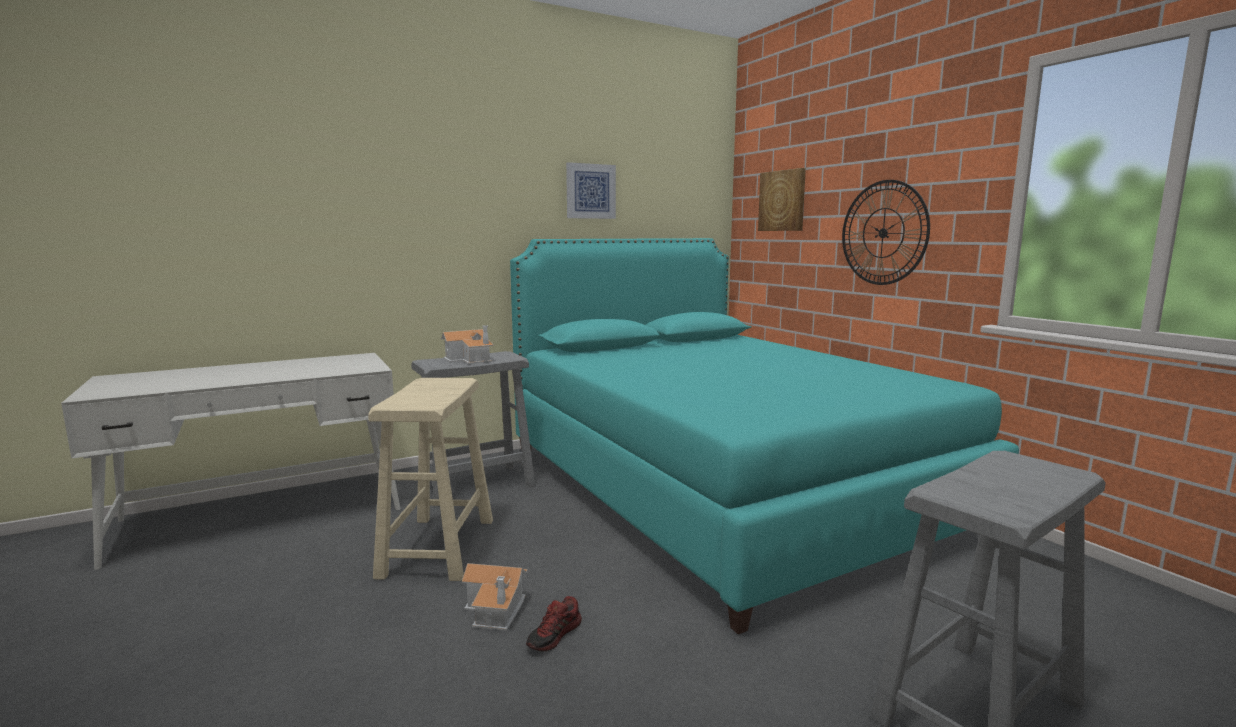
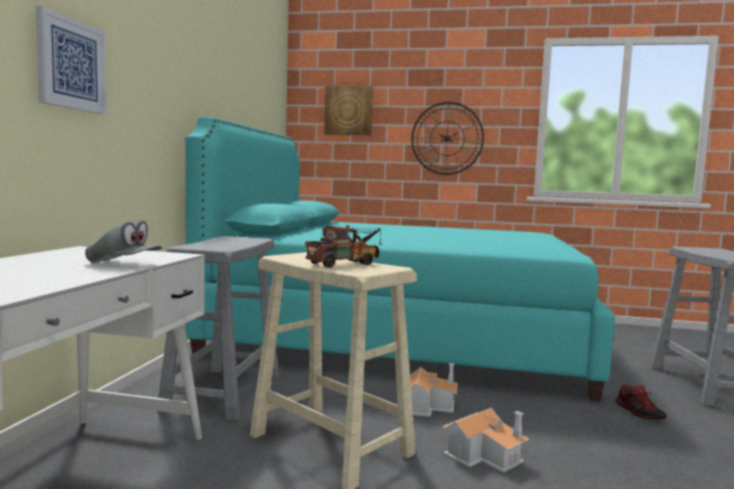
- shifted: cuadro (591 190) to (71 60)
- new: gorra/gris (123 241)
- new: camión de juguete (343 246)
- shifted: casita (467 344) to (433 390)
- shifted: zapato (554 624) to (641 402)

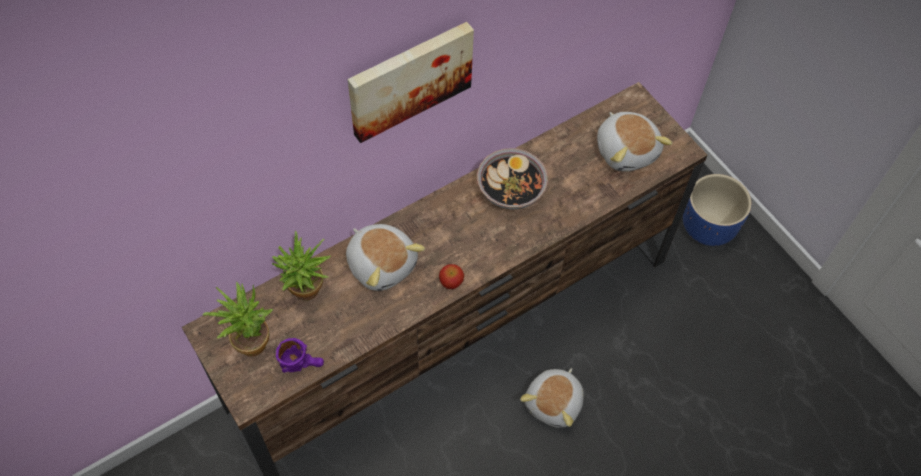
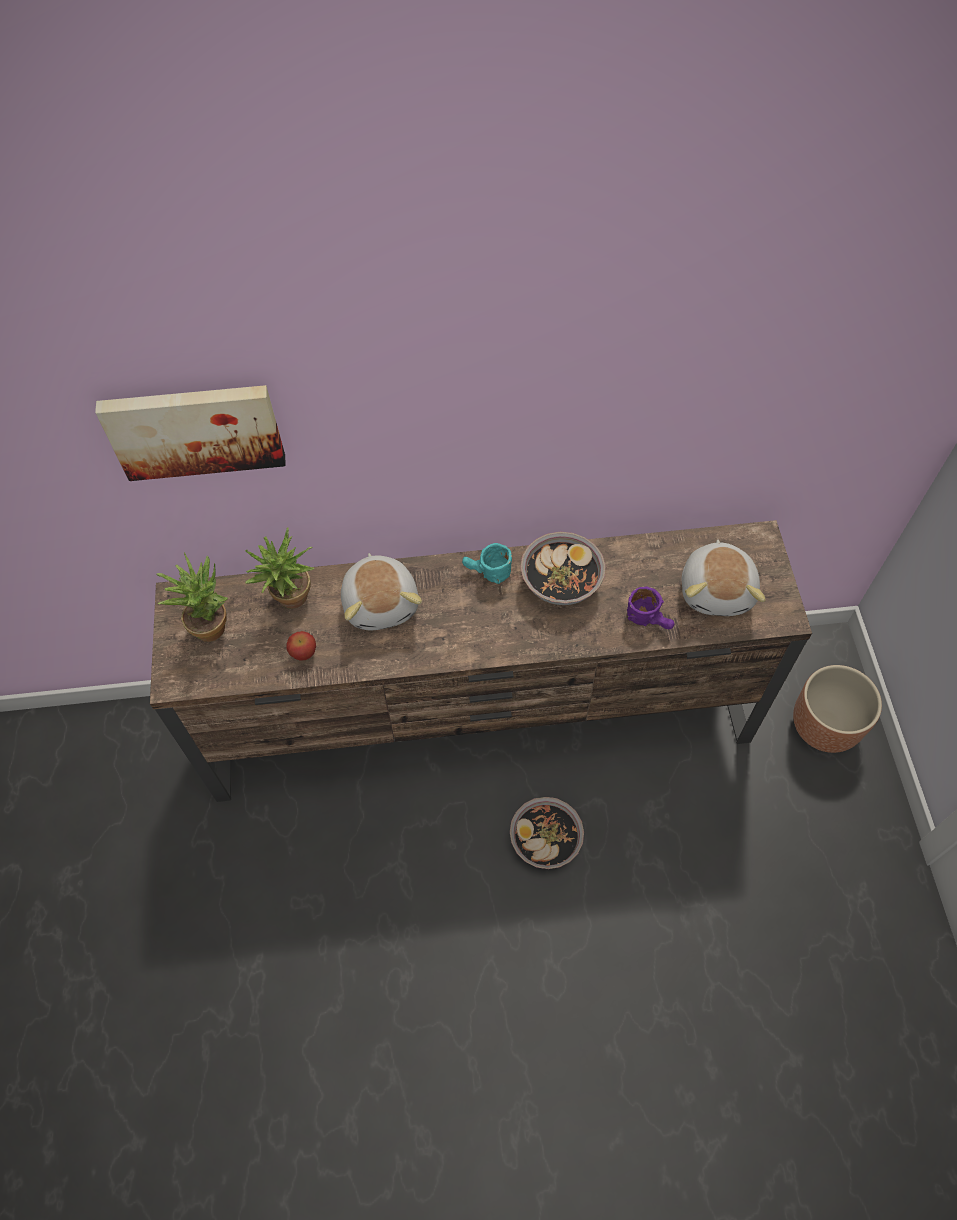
- shifted: cuadro (411 82) to (190 433)
- shifted: manzana (451 276) to (301 646)
- new: taza grande/turquesa (487 563)
- swapped: peluche (552 398) to cuenco (547 833)
- shifted: taza grande/morado (300 355) to (651 608)
- repainted: maceta/azul (717 210) to maceta/marrón (837 709)

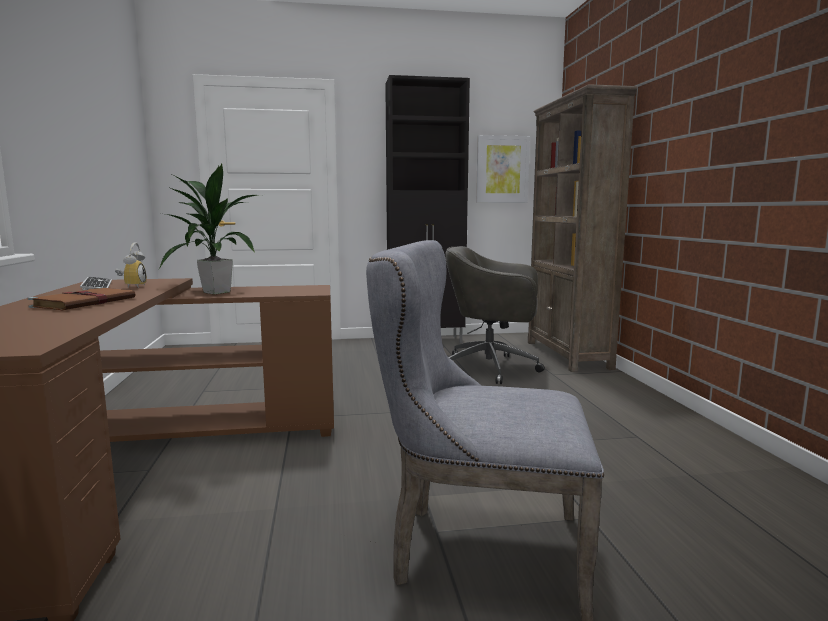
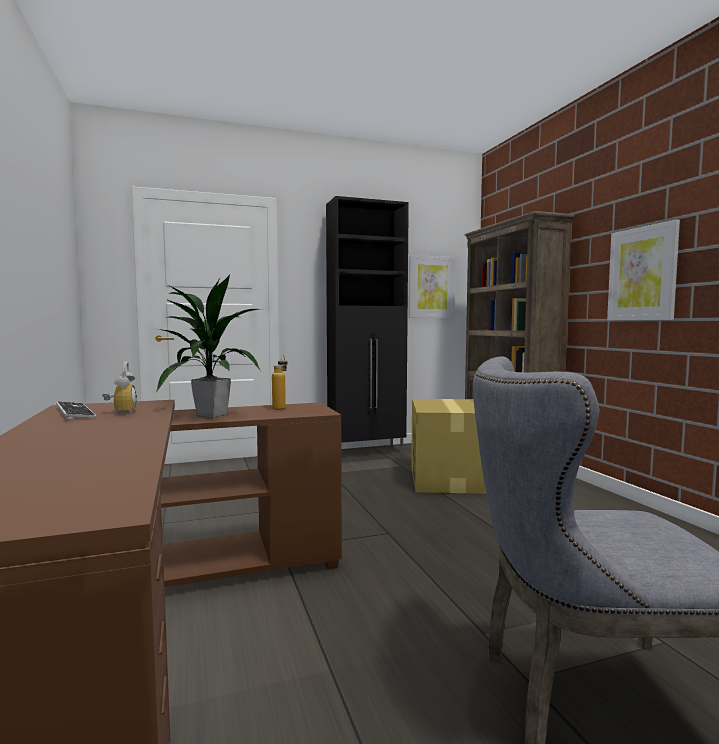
- new: botella (279 382)
- swapped: silla de oficina/gris (495 315) to caja de cartón (449 446)
- new: cuadro (643 270)
- gone: libro/marrón (82 298)

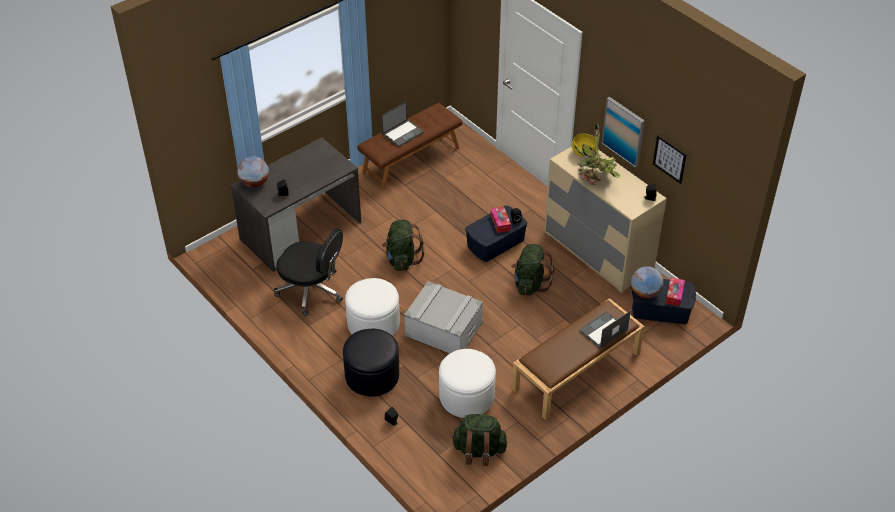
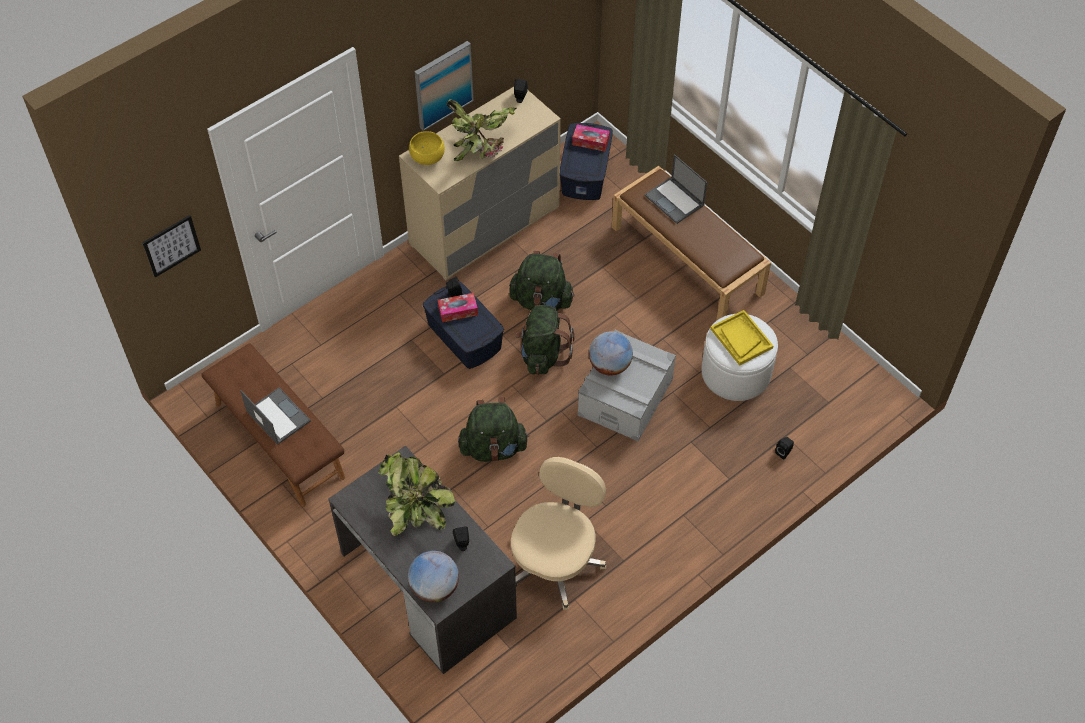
- shifted: cuadro (670 159) to (171 246)
- new: planta en maceta (416 494)
- repainted: silla de oficina/negro (308 272) to silla de oficina/beis (558 533)
- shifted: mochila/verde (479 440) to (545 340)
- shifted: globo terráqueo (647 282) to (611 353)
- new: bandeja/amarillo (741 338)
- gone: puf/negro (371 362)
- gone: puf/blanco (372 307)

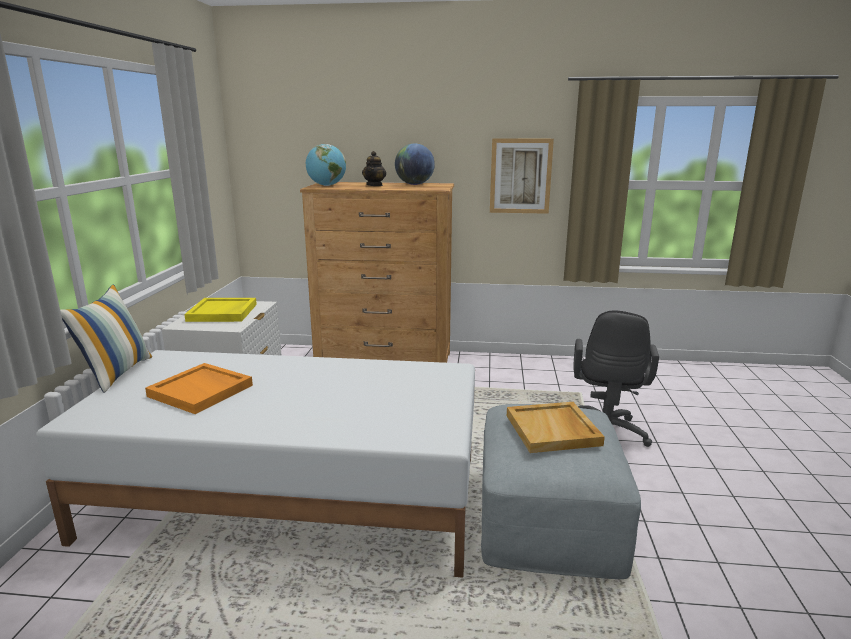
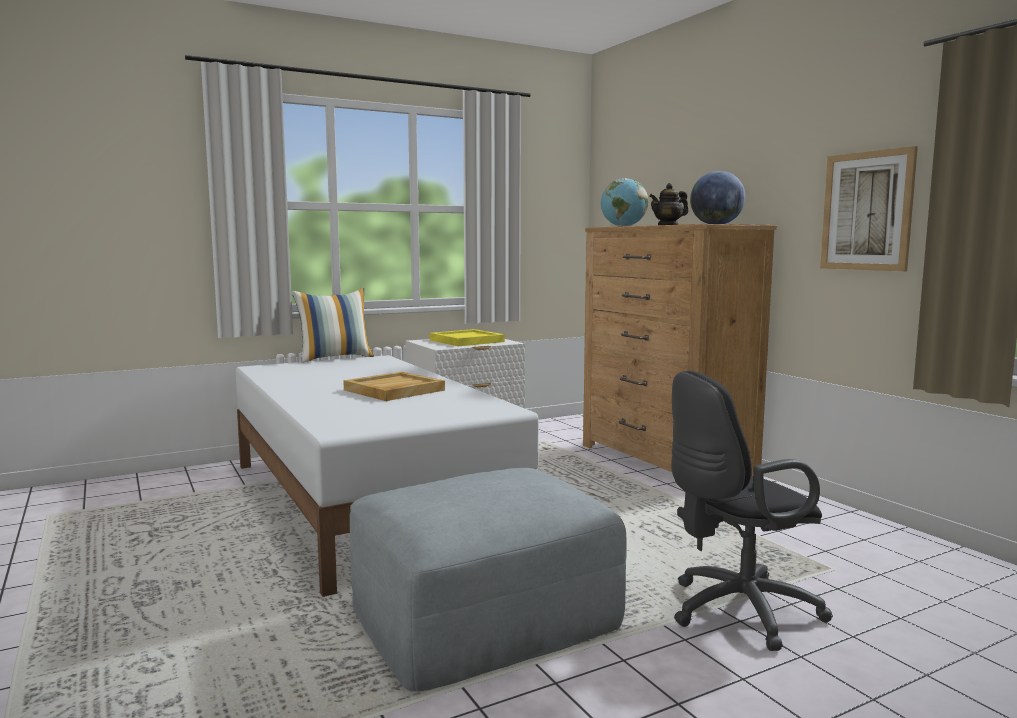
- shifted: bandeja/beis (556 427) to (394 386)
- gone: bandeja/naranja (199 388)

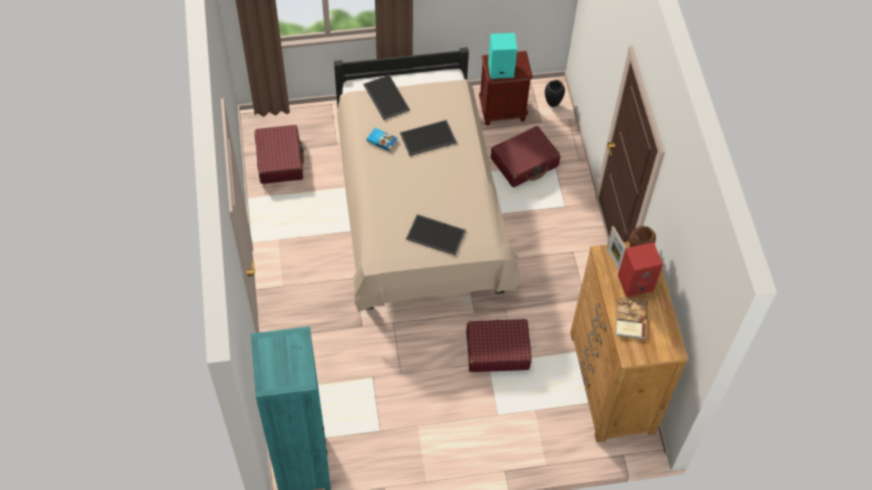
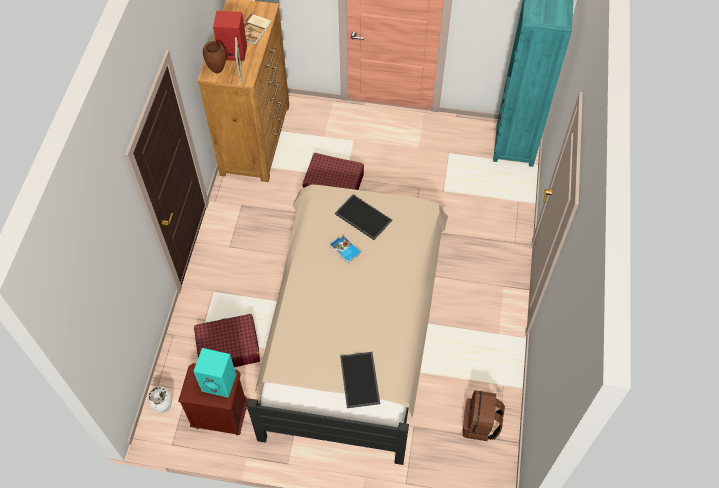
- repainted: florero/negro (555 93) to florero/blanco (160 400)
- shifted: libro (382 140) to (345 249)
- swapped: maleta/rojo (279 154) to mochila/marrón (484 415)
- gone: bandeja (428 138)

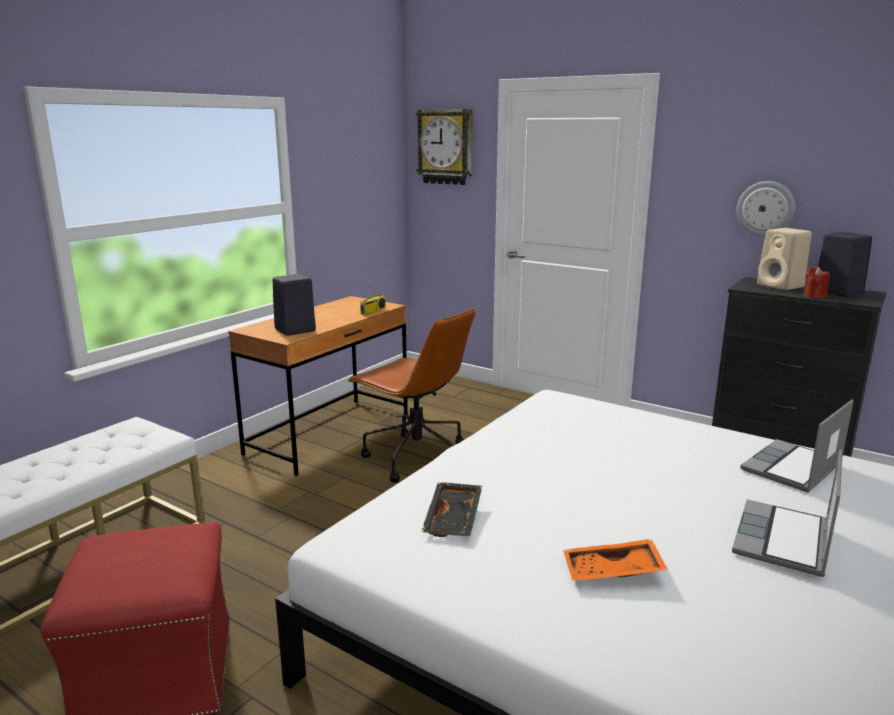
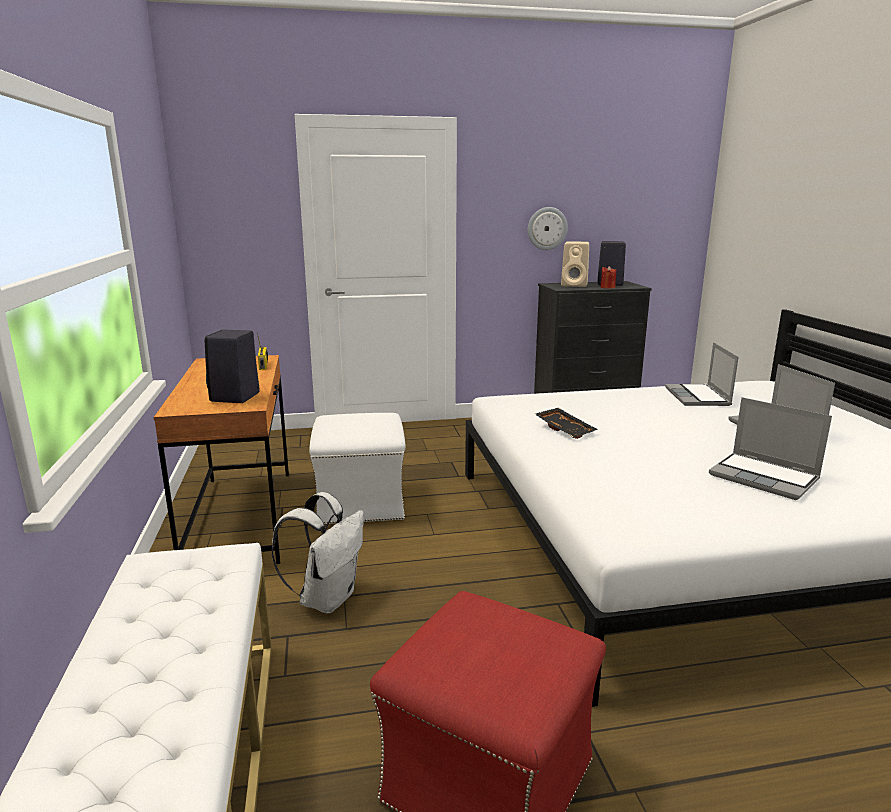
- new: mochila/blanco (317 553)
- swapped: silla de oficina/marrón (411 395) to puf/blanco (357 468)
- shifted: bandeja/negro (451 509) to (566 423)
- swapped: bandeja/naranja (615 560) to portátil (770 448)
- gone: reloj de pared (444 147)

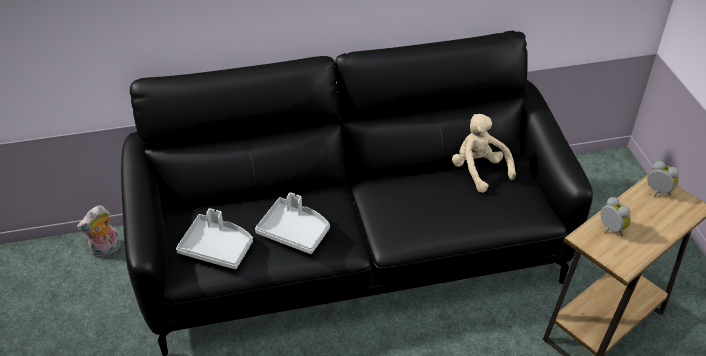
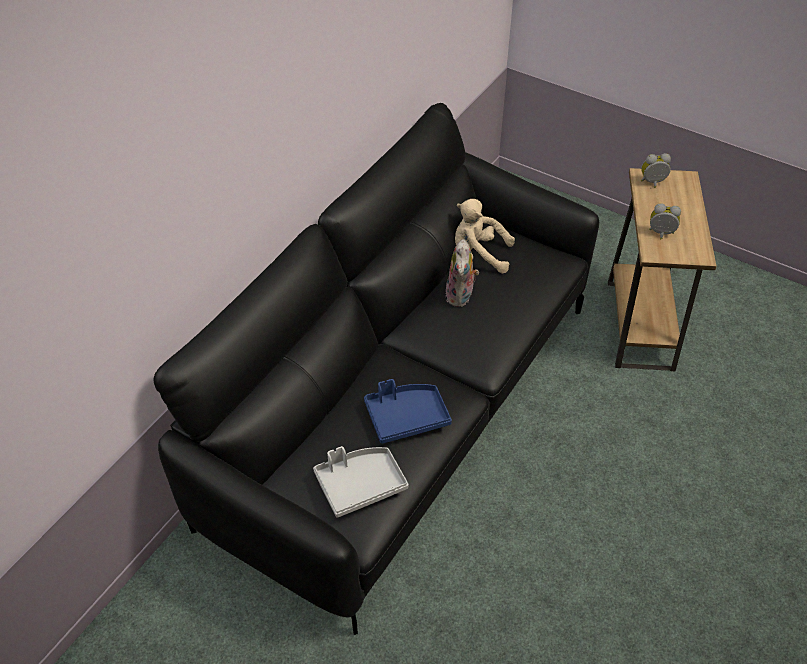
- repainted: bandeja/gris (292 223) to bandeja/azul (408 411)
- shifted: peluche (98 231) to (462 273)

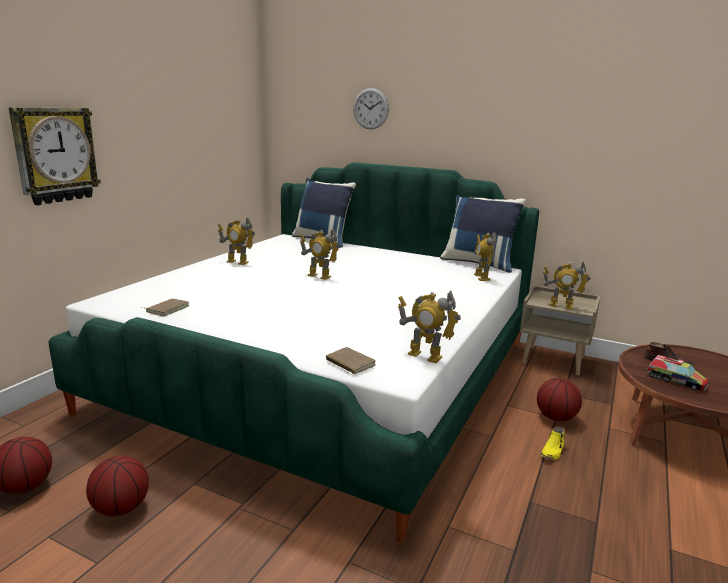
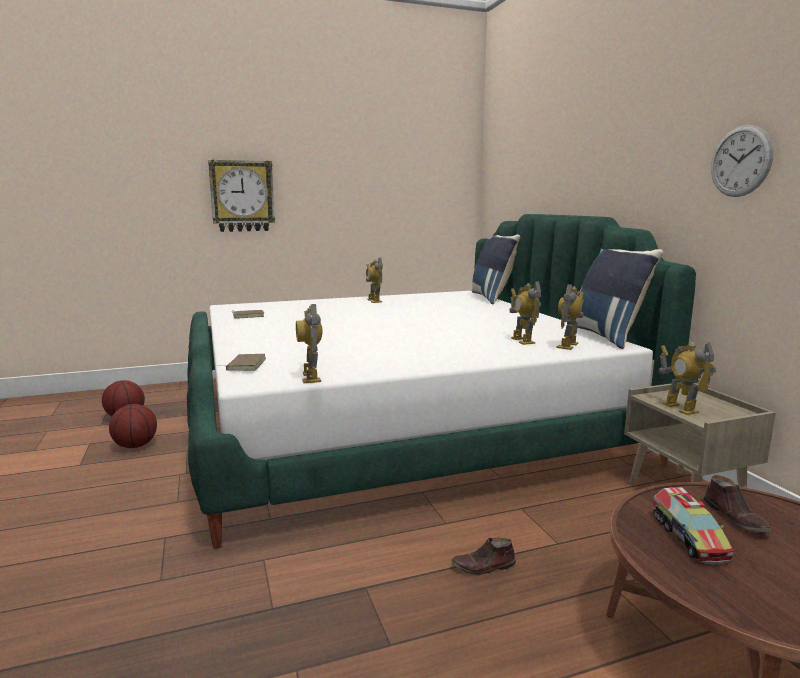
- repainted: zapato/amarillo (553 443) to zapato/marrón (483 556)
- shifted: robot de juguete (320 254) to (525 313)
- shifted: reloj de pared (371 108) to (742 161)
- gone: balón de baloncesto (559 399)

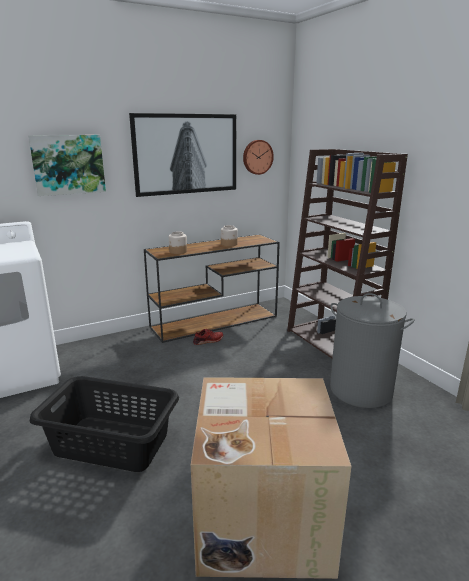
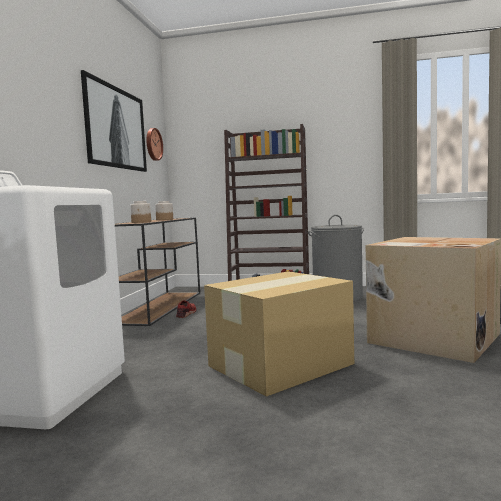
- swapped: cesto de la ropa/negro (104 424) to caja de cartón (279 334)
- gone: cuadro (67 165)

